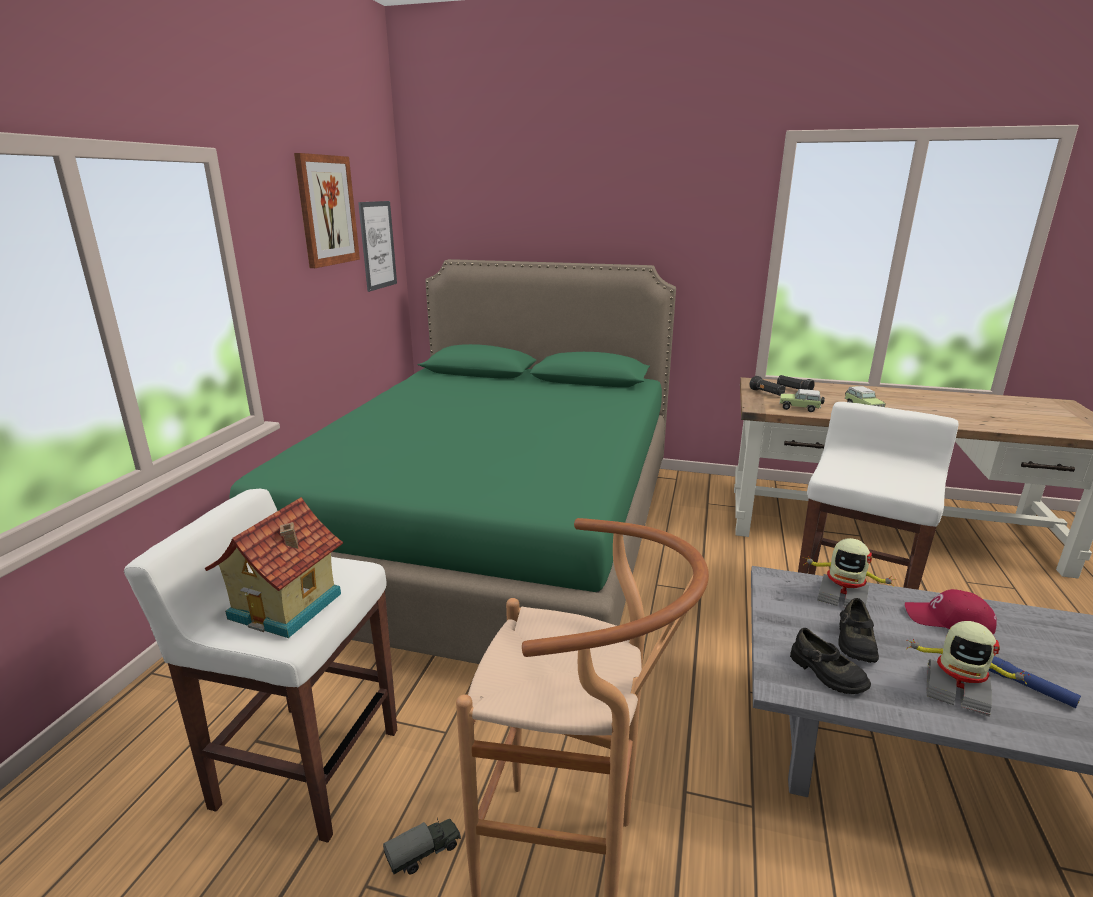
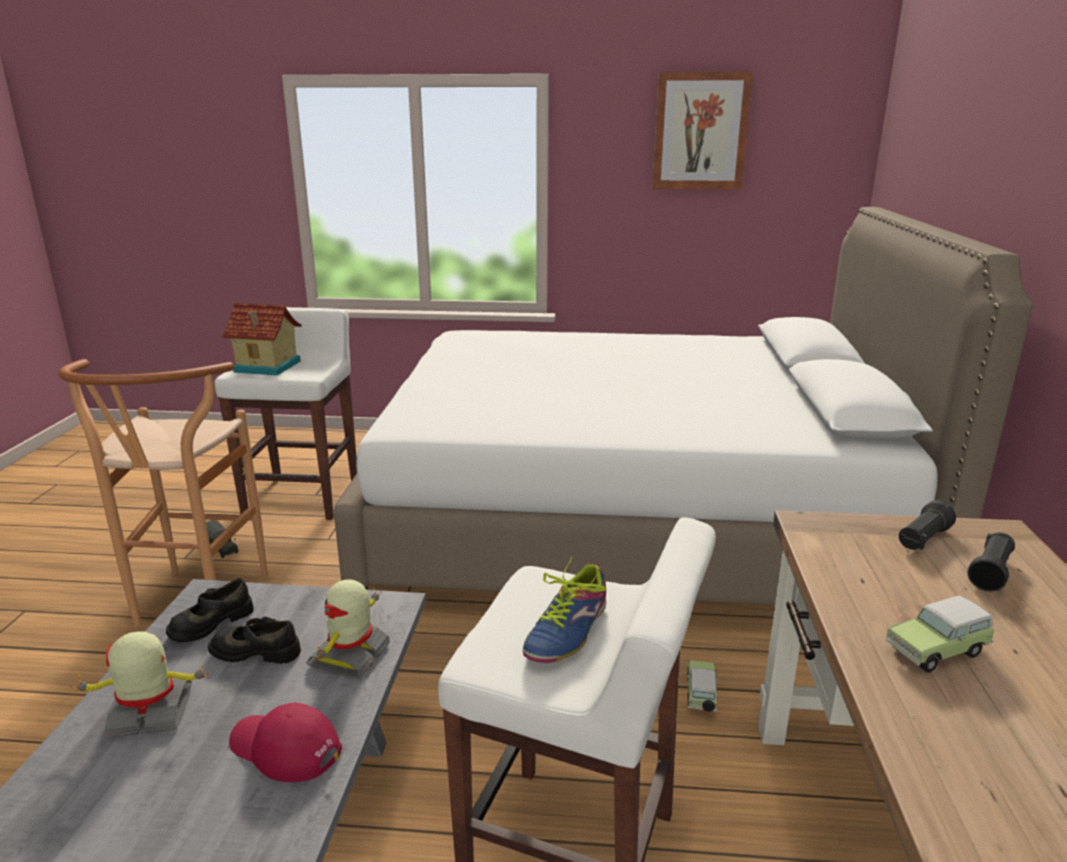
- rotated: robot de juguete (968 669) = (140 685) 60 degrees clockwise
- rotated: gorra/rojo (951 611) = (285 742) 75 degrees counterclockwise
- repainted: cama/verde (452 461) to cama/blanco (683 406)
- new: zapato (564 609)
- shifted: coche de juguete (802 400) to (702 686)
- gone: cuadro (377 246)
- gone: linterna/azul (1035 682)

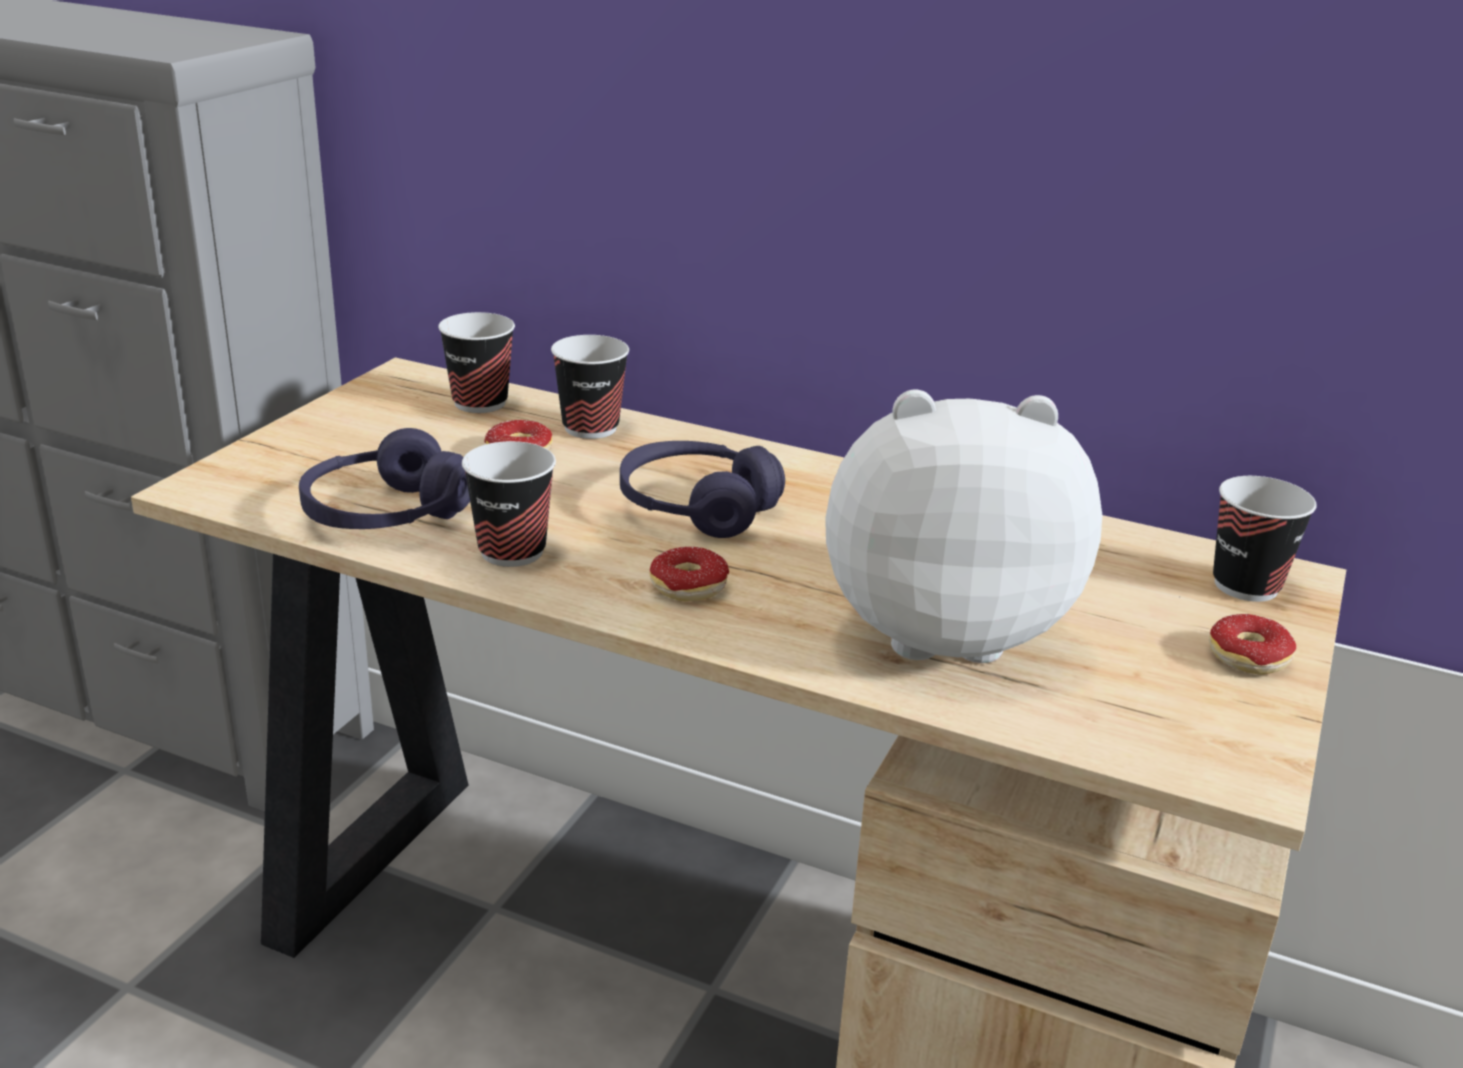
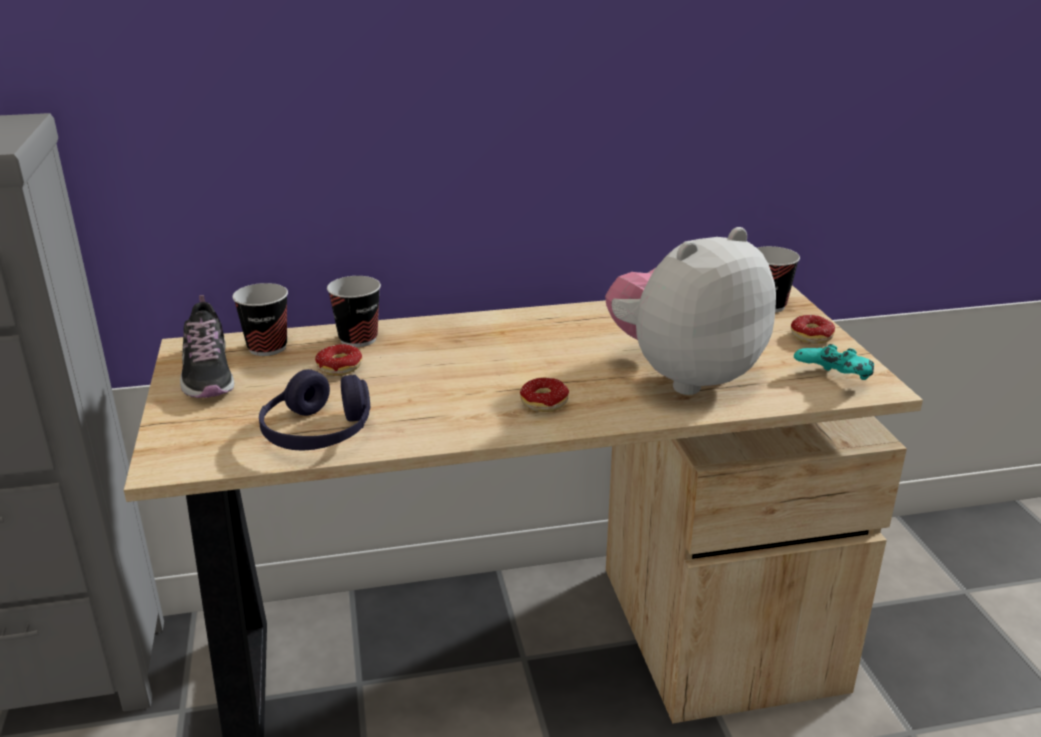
- new: zapato (207 346)
- new: mando de consola/turquesa (834 362)
- gone: taza (509 504)
- gone: auriculares/morado (702 489)

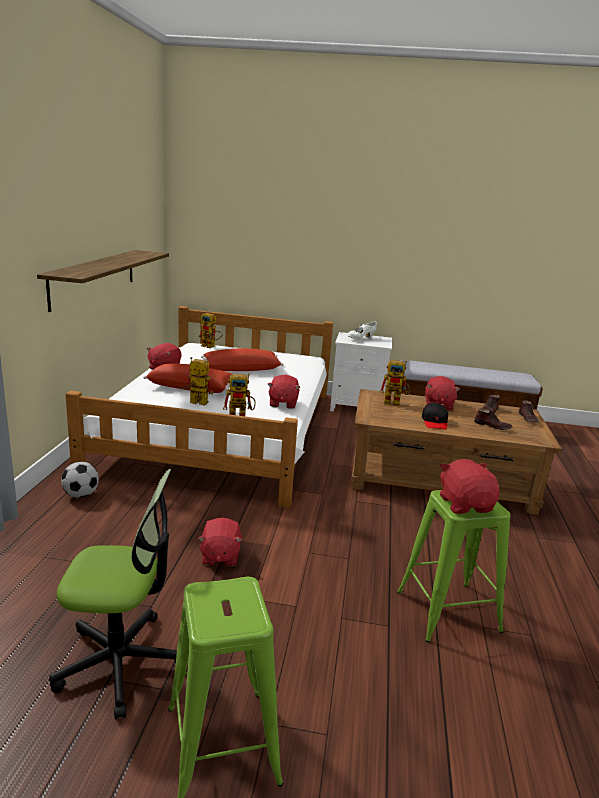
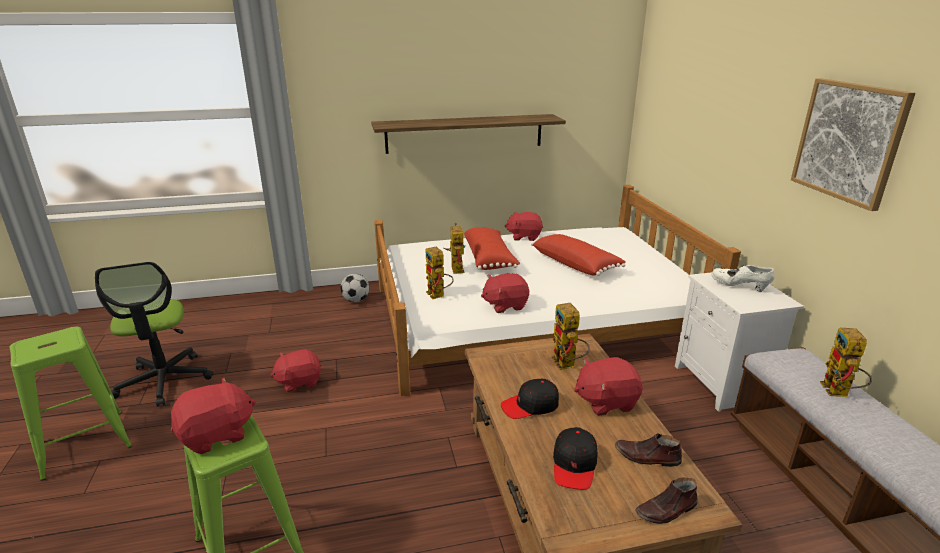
- swapped: zapato/marrón (493 419) to gorra/negro (575 458)
- new: cuadro (853 144)
- shifted: robot de juguete (211 330) to (846 362)

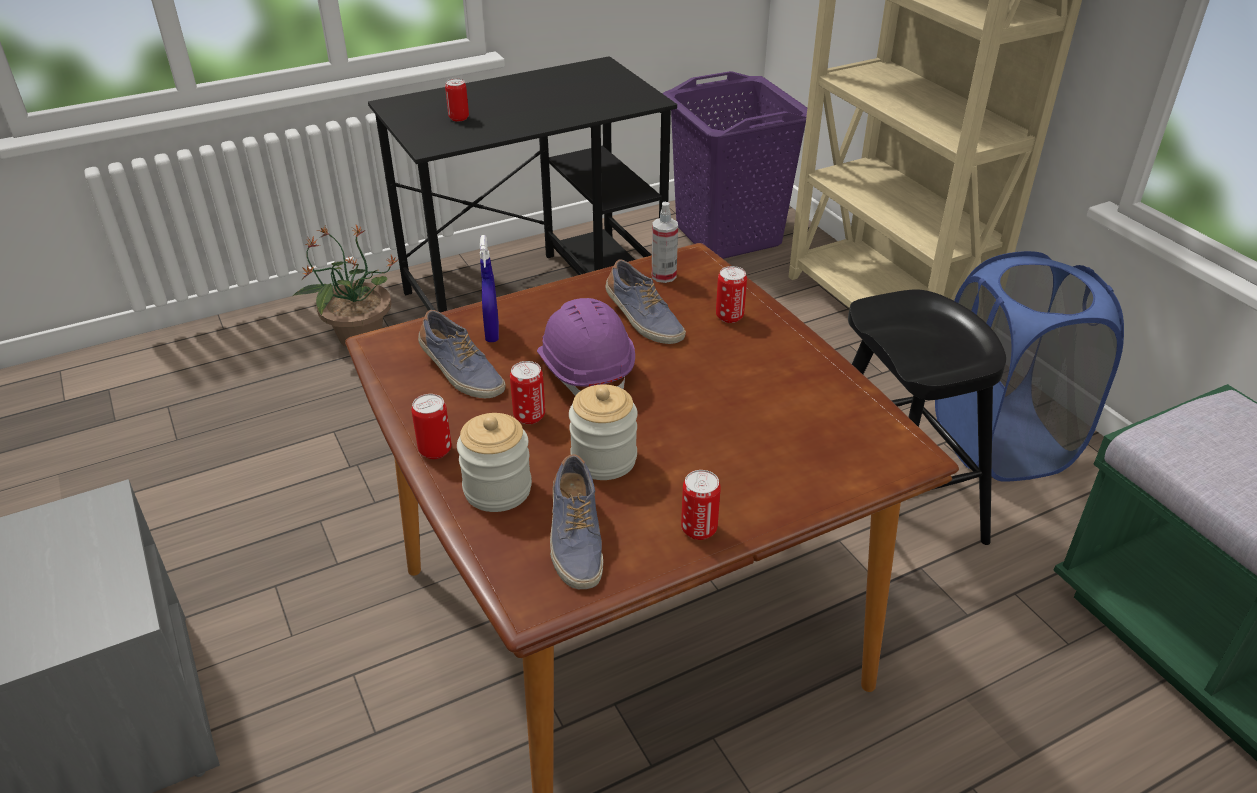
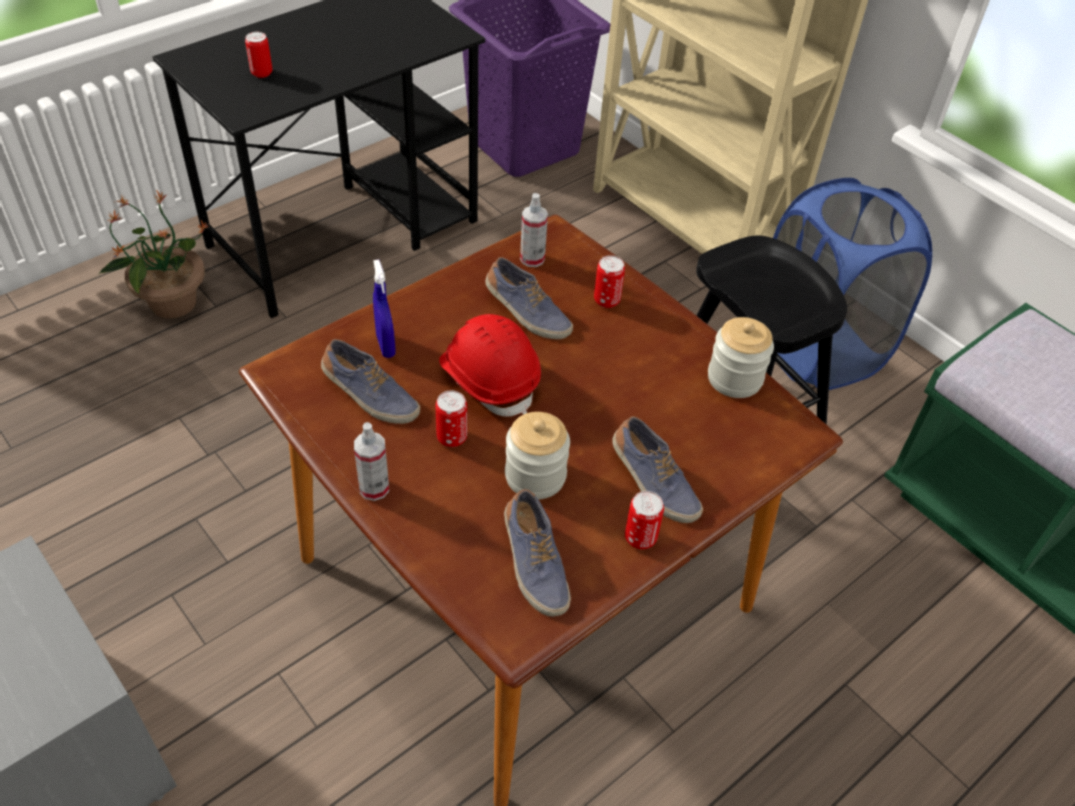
- swapped: lata (432 426) to pulverizador (371 461)
- repainted: casco/morado (586 347) to casco/rojo (490 365)
- new: zapato (657 469)
- shifted: tarro (494 462) to (741 357)

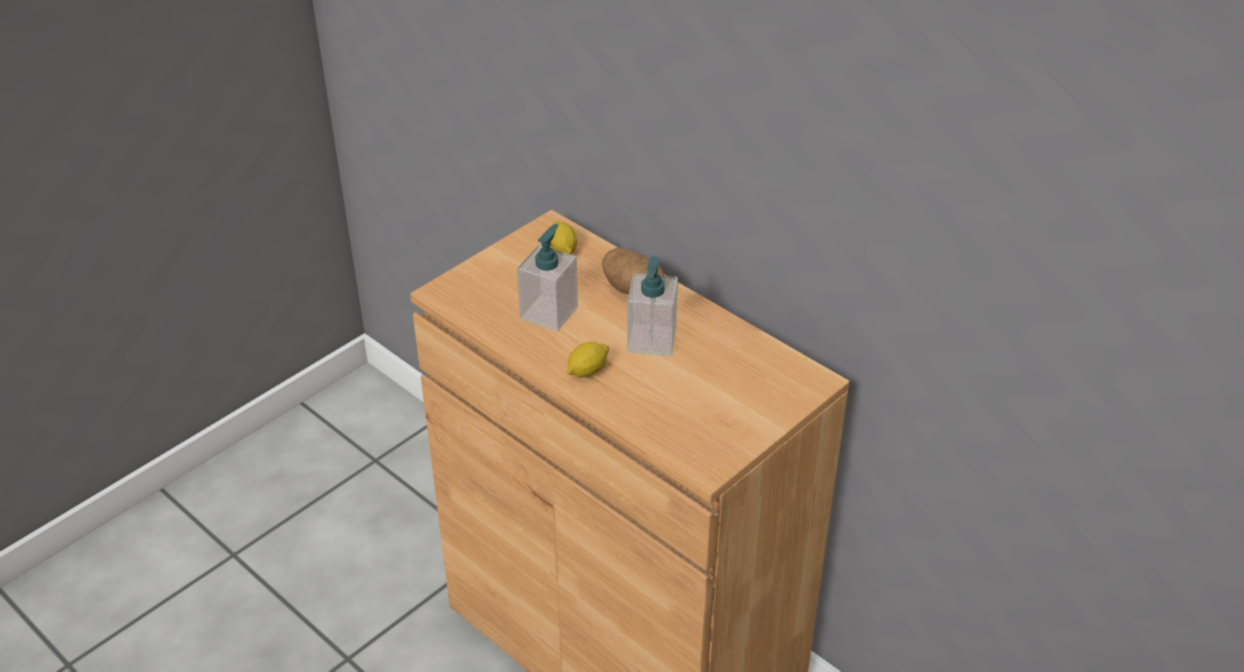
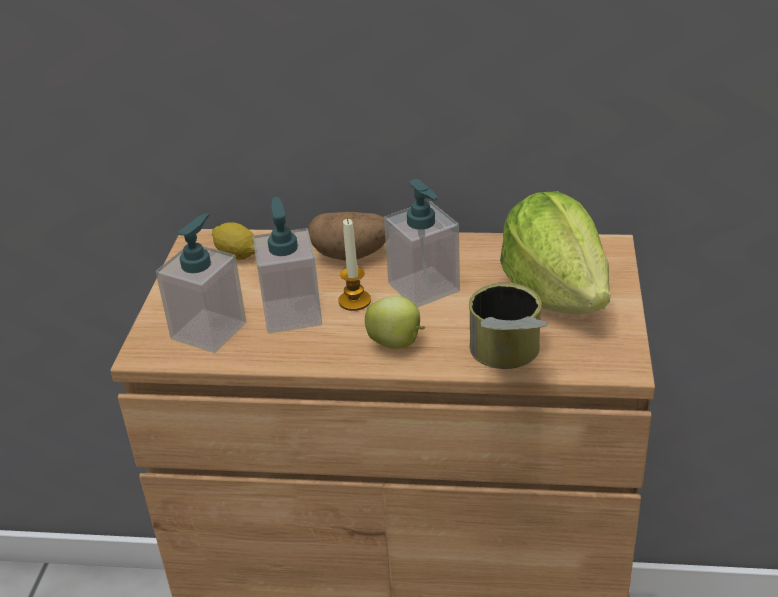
- new: dispensador de jabón (201 283)
- new: vela (354 264)
- swapped: limón (588 360) to manzana (395 322)
- new: lata (508 326)
- new: lechuga (555 252)

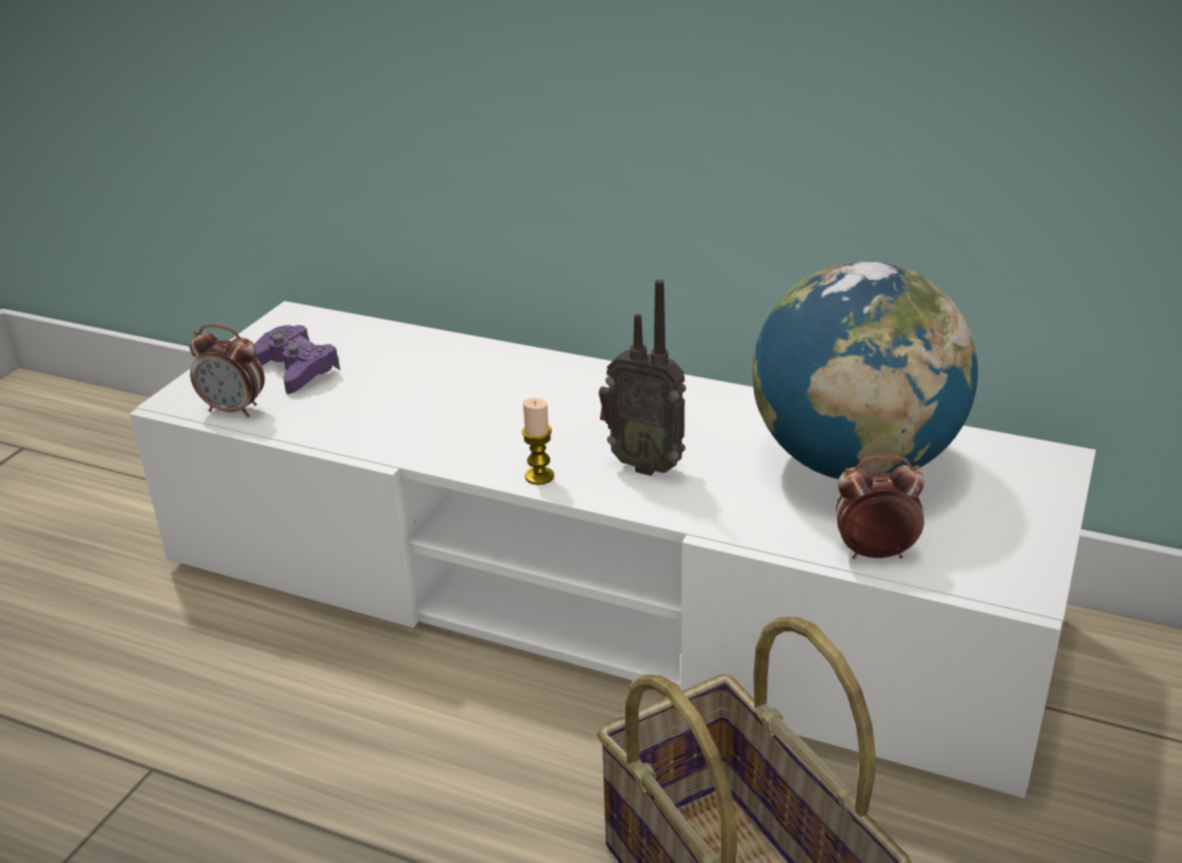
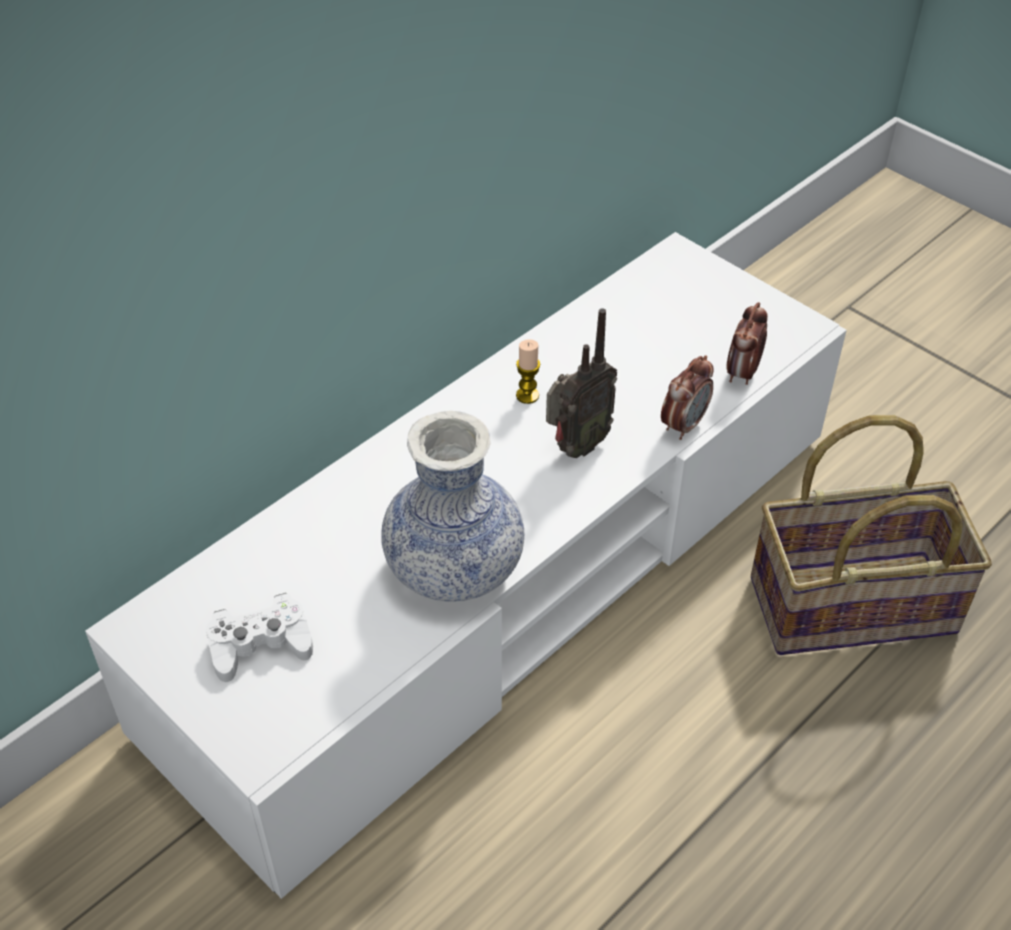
- repainted: mando de consola/morado (297 359) to mando de consola/blanco (259 637)
- new: florero (452 506)
- shifted: vela (538 441) to (528 371)
- shifted: despertador (227 370) to (687 397)
- gone: globo terráqueo (865 370)

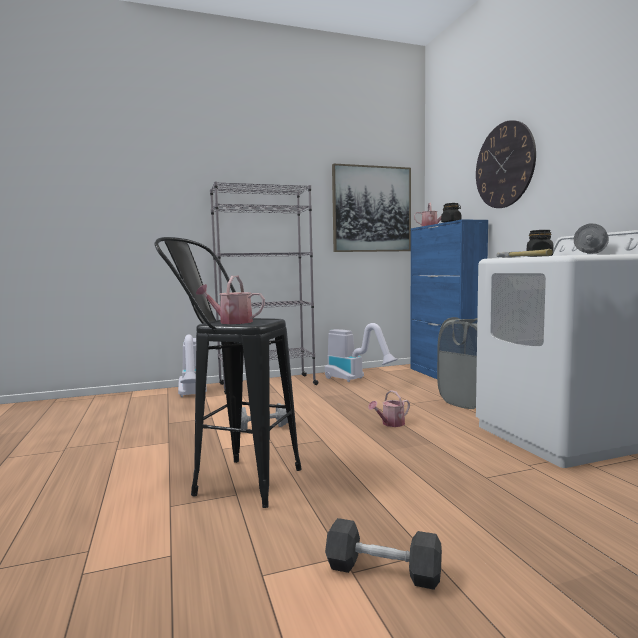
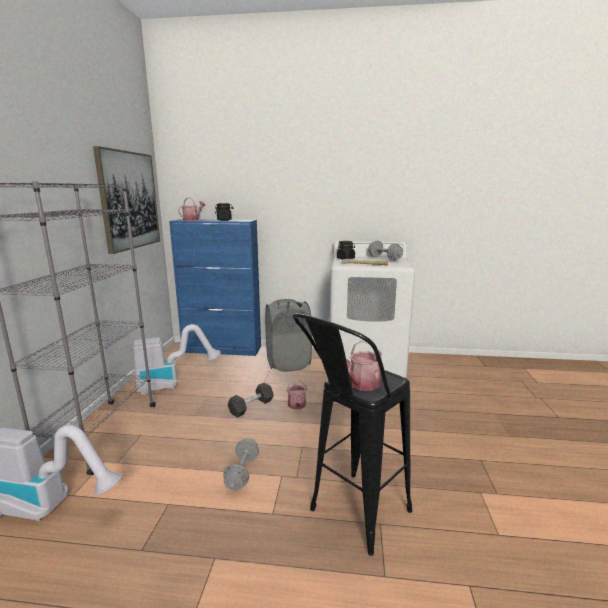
- shifted: mancuerna/negro (383 554) to (251 400)
- gone: reloj de pared (506 164)

